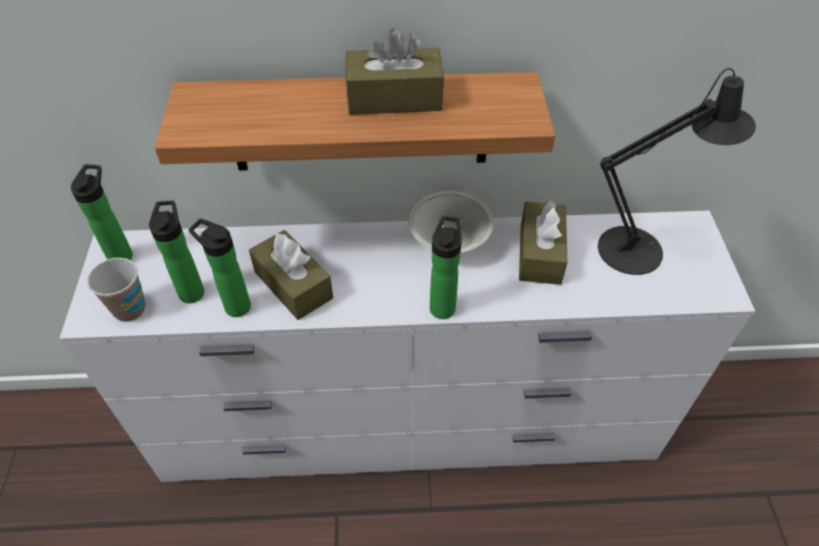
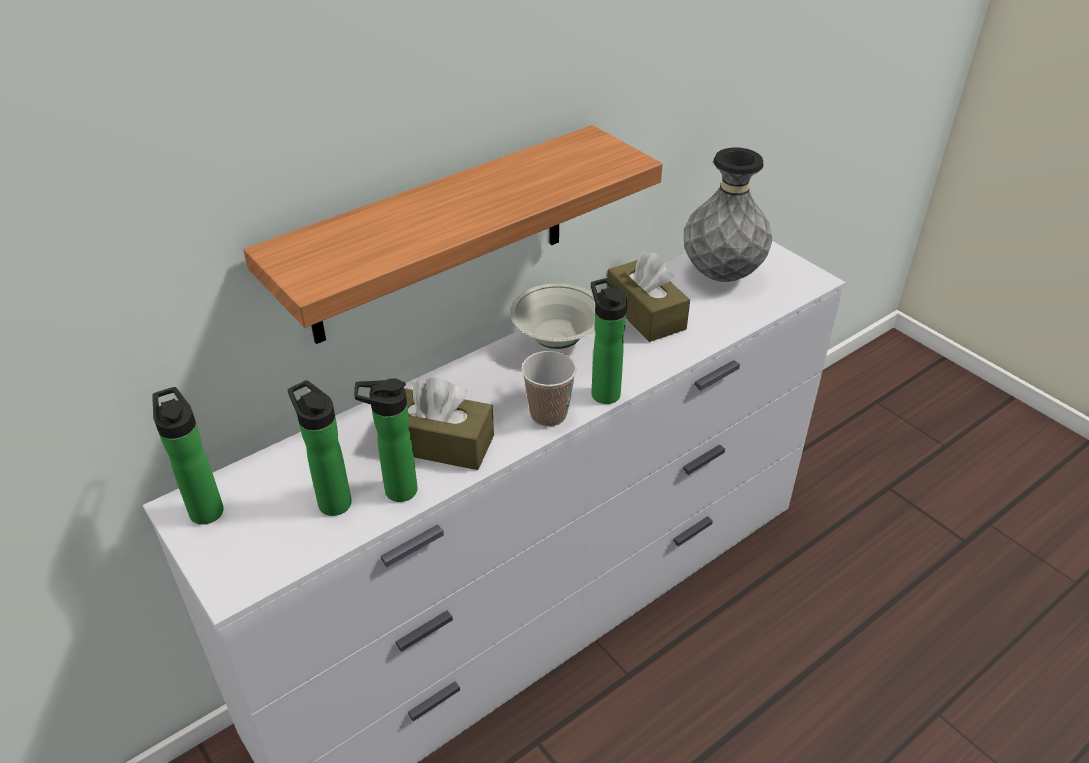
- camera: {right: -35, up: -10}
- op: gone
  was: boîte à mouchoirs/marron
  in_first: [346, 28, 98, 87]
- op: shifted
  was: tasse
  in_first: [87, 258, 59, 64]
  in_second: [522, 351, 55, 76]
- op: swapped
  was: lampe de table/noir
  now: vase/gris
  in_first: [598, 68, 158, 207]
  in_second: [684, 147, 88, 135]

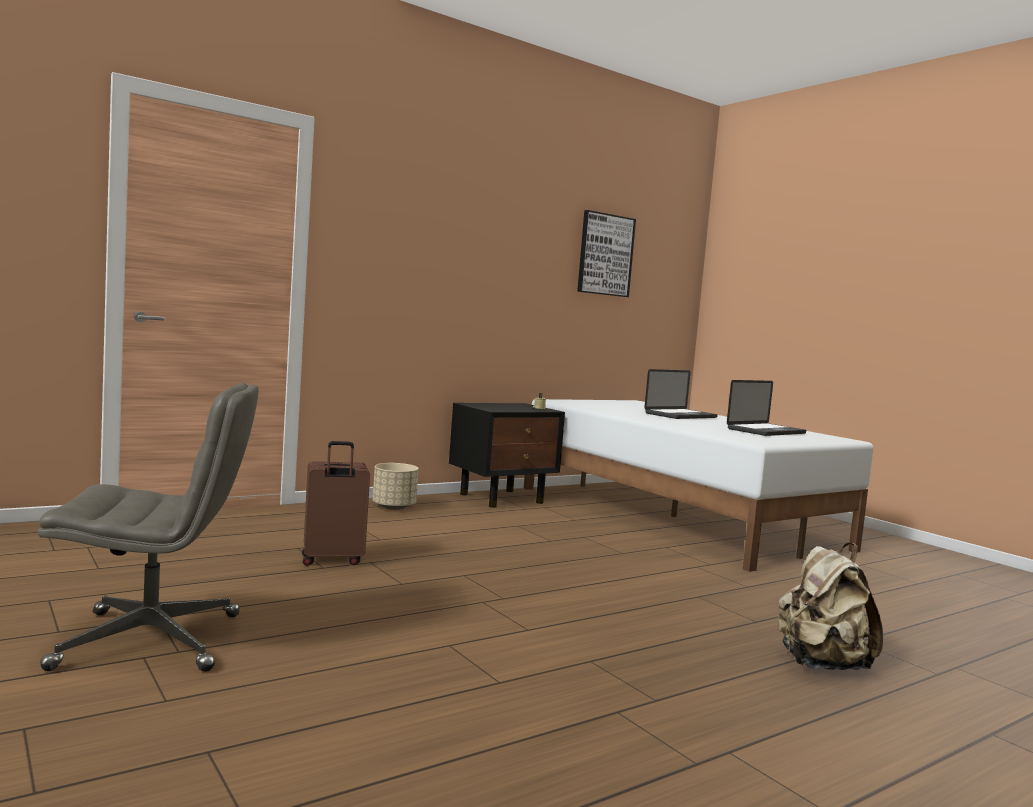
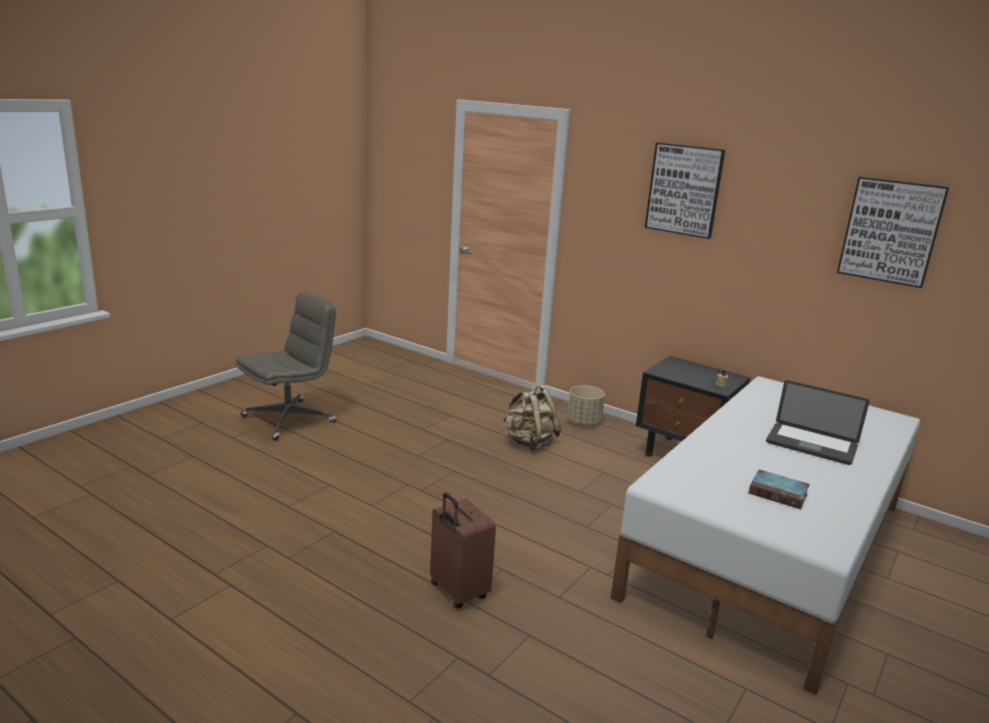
- camera: {right: 70, up: 15}
- op: new
  now: tableau
  in_second: [645, 142, 80, 97]
- op: shifted
  was: valise/marron
  in_first: [302, 441, 68, 125]
  in_second: [430, 492, 66, 116]
- op: shifted
  was: sac à dos/beige
  in_first: [778, 543, 105, 127]
  in_second: [503, 385, 58, 66]
- op: swapped
  was: ordinateur portable
  now: livre
  in_first: [727, 380, 79, 56]
  in_second: [749, 469, 61, 40]
- op: rotated
  was: chaise de bureau/gris
  in_first: [37, 383, 221, 289]
  in_second: [235, 293, 102, 147]
  clockwise: -105

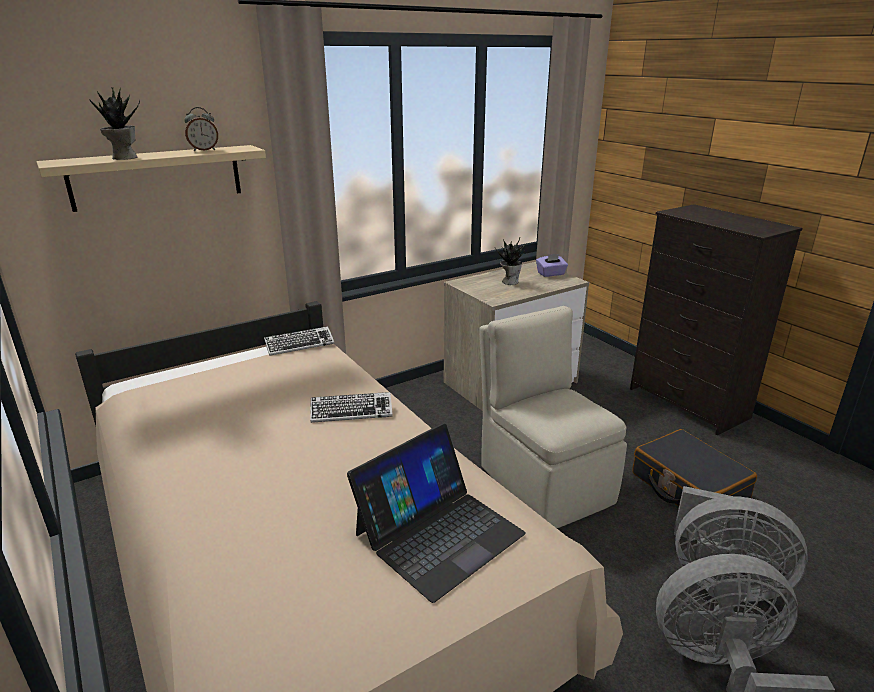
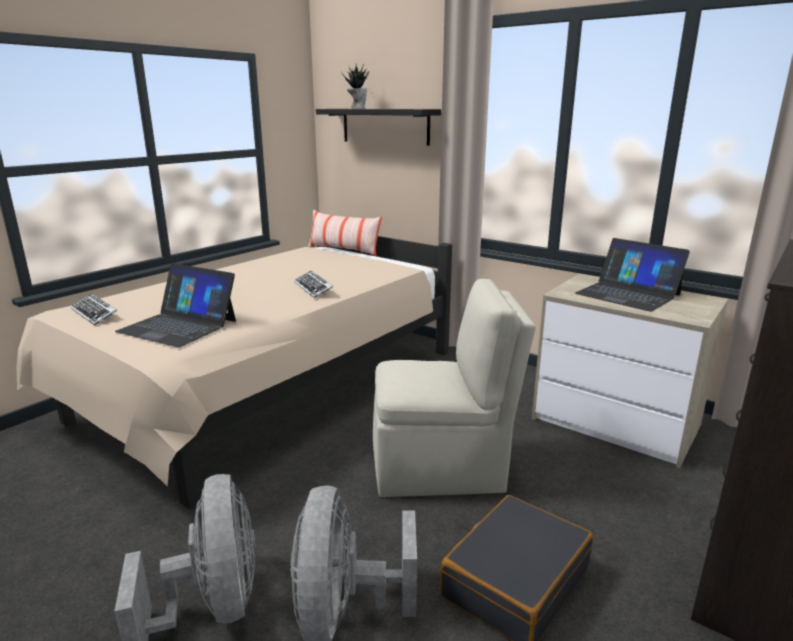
- camera: {right: 70, up: -5}
- op: gone
  was: réveil
  in_first: [184, 107, 34, 44]
- op: gone
  was: boîte à mouchoirs/violet
  in_first: [536, 254, 32, 23]
- op: new
  now: coussin
  in_second: [308, 210, 74, 46]
- op: shifted
  was: clavier
  in_first: [264, 326, 71, 30]
  in_second: [71, 294, 46, 32]
- op: swapped
  was: plante en pot
  now: ordinateur portable
  in_first: [495, 238, 30, 47]
  in_second: [575, 238, 115, 74]
- op: repainted
  was: étagère/beige
  now: étagère/noir
  in_first: [36, 145, 230, 67]
  in_second: [316, 109, 125, 36]
- op: rotated
  was: chaise/beige
  in_first: [479, 306, 148, 222]
  in_second: [373, 279, 163, 218]
  clockwise: 45

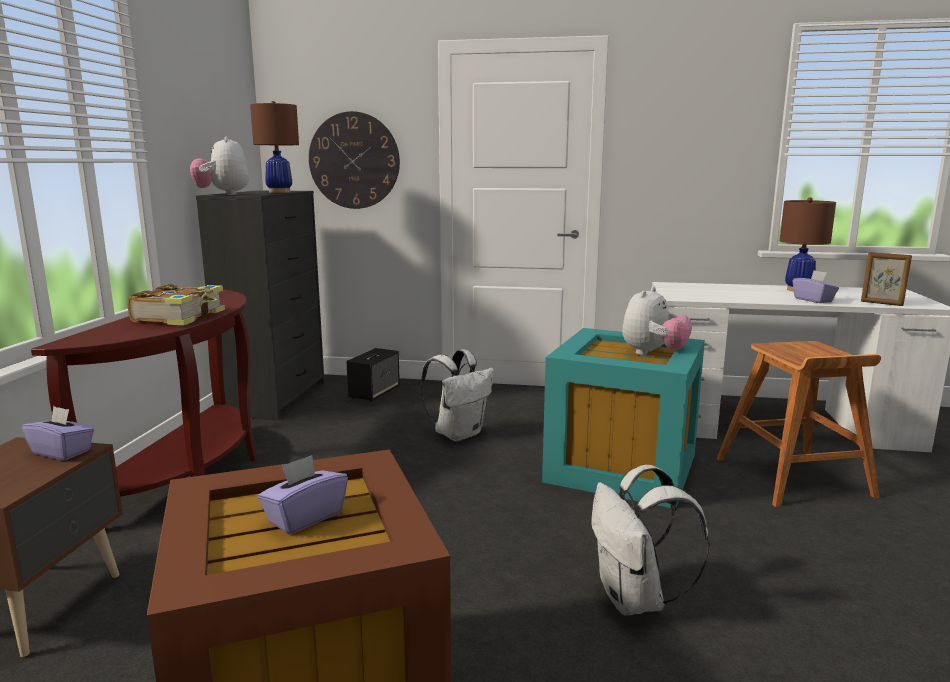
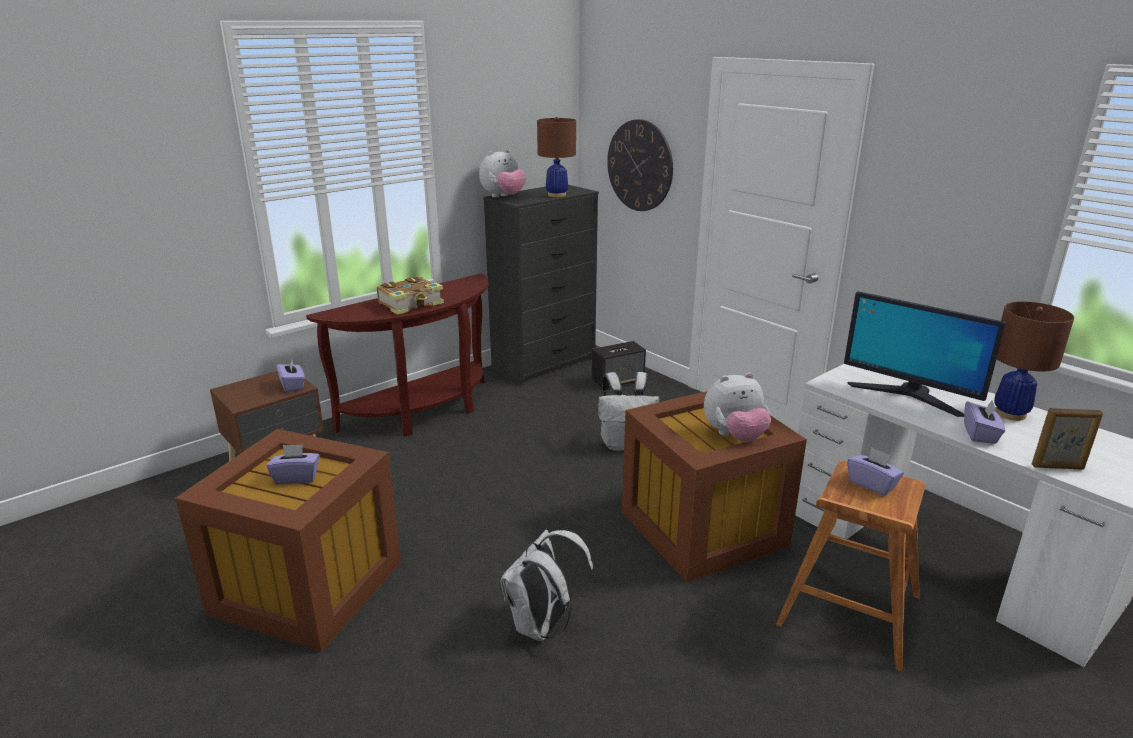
- camera: {right: 40, up: 10}
- op: new
  now: écran d'ordinateur
  in_second: [844, 291, 162, 126]
- op: new
  now: boîte à mouchoirs/violet
  in_second: [847, 448, 57, 48]
- op: repainted
  was: boîte de rangement/turquoise
  now: boîte de rangement/marron
  in_first: [542, 328, 163, 180]
  in_second: [622, 391, 185, 192]
- op: rotated
  was: peluche
  in_first: [190, 137, 59, 58]
  in_second: [479, 149, 47, 49]
  clockwise: -150
- op: rotated
  was: cadre photo
  in_first: [861, 252, 51, 54]
  in_second: [1032, 408, 71, 62]
  clockwise: -75

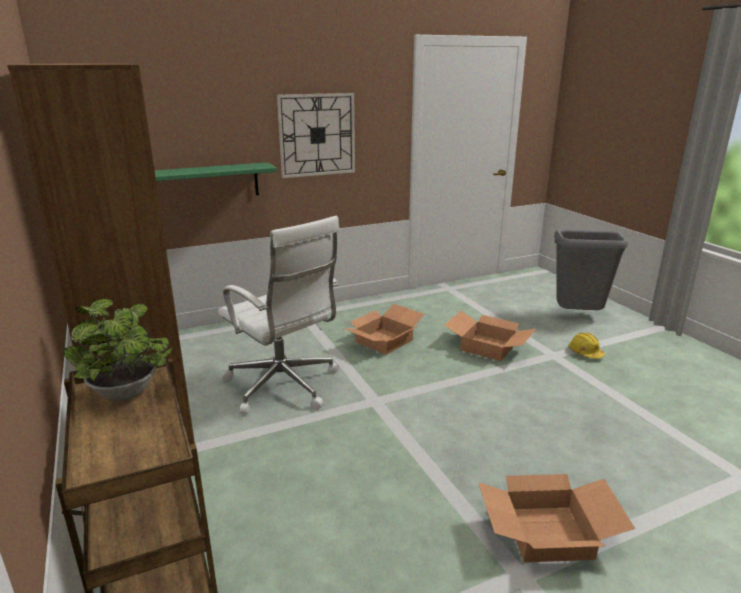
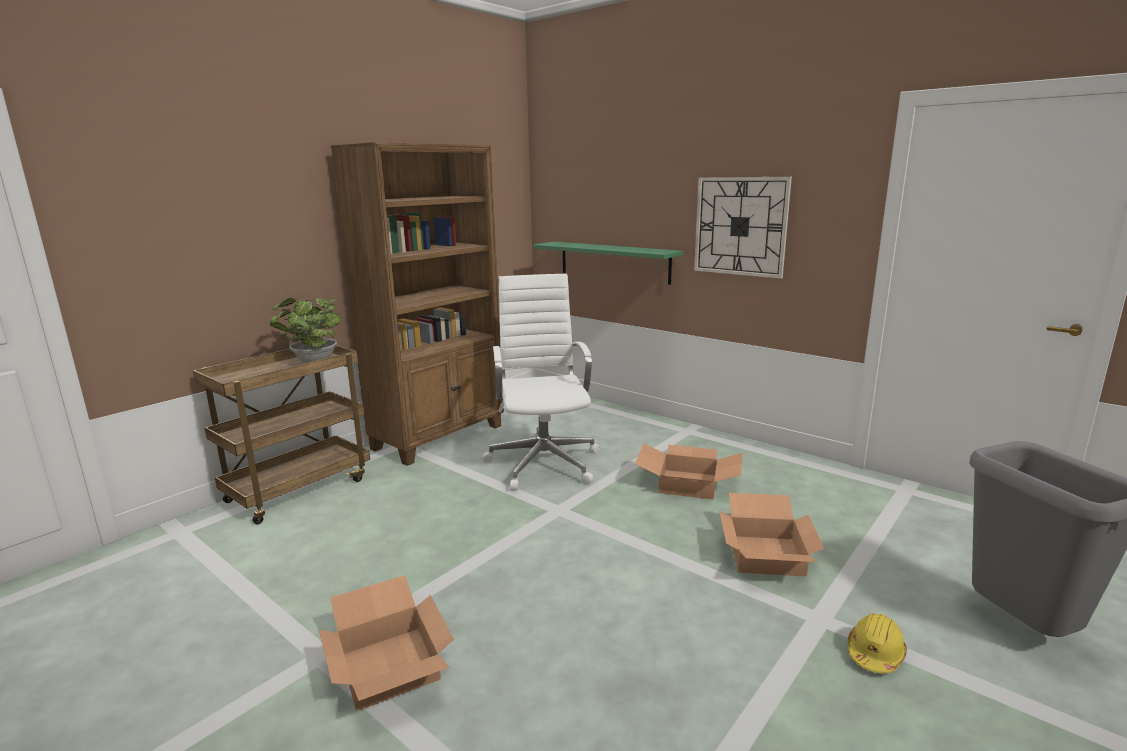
- camera: {right: 65, up: -5}
- op: rotated
  was: chaise de bureau/blanc
  in_first: [218, 216, 122, 198]
  in_second: [483, 274, 117, 217]
  clockwise: 150

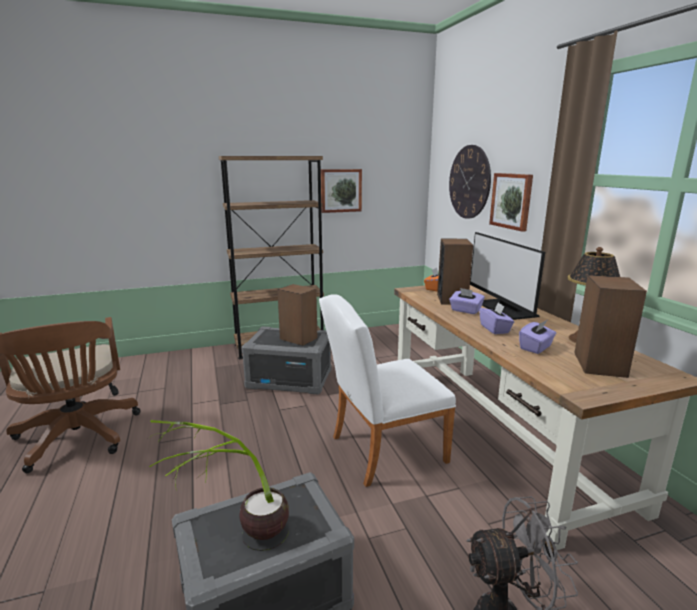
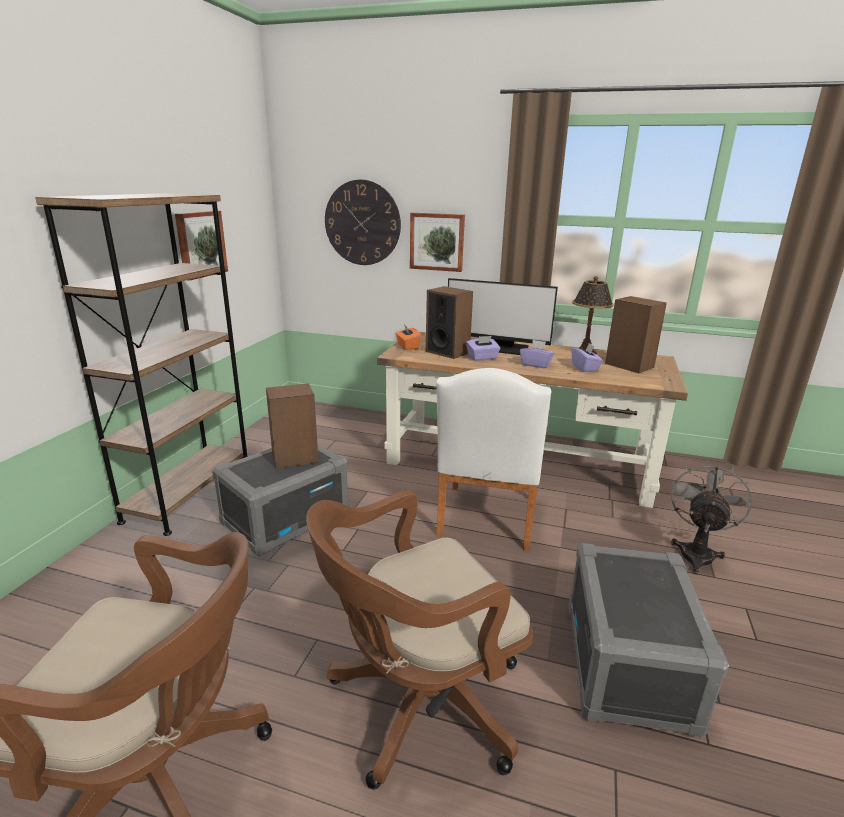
- camera: {right: -55, up: 5}
- op: gone
  was: plante en pot
  in_first: [149, 420, 140, 131]
- op: new
  now: chaise de bureau/marron
  in_second: [306, 490, 227, 300]

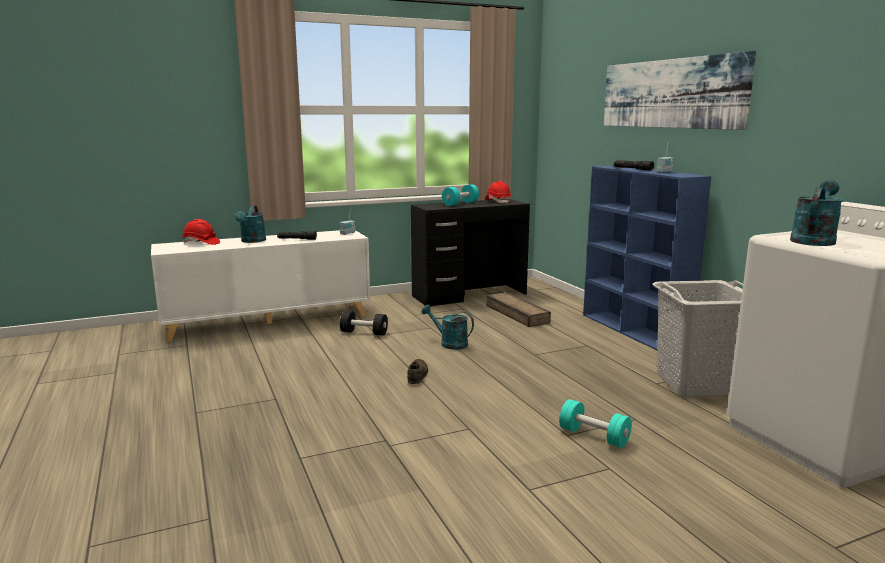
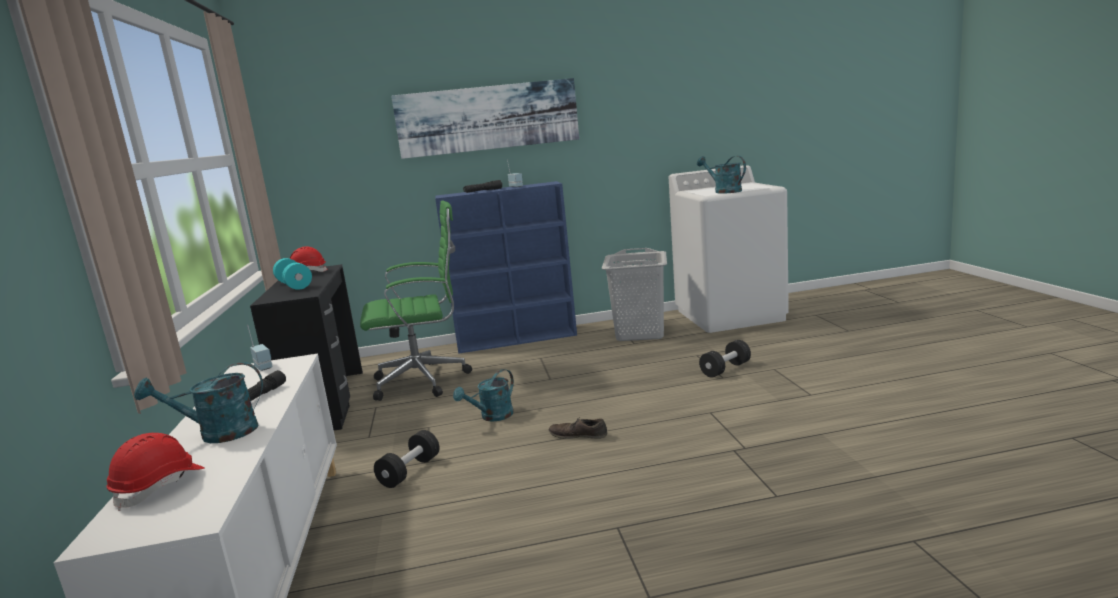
- camera: {right: -75, up: 0}
- op: swapped
  was: caisse
  now: chaise de bureau/vert
  in_first: [486, 292, 65, 35]
  in_second: [360, 200, 112, 201]
- op: repainted
  was: haltère/turquoise
  now: haltère/noir
  in_first: [559, 399, 73, 49]
  in_second: [699, 340, 52, 38]
- op: rotated
  was: arrosoir/turquoise
  in_first: [235, 205, 31, 38]
  in_second: [134, 362, 129, 81]
  clockwise: 150

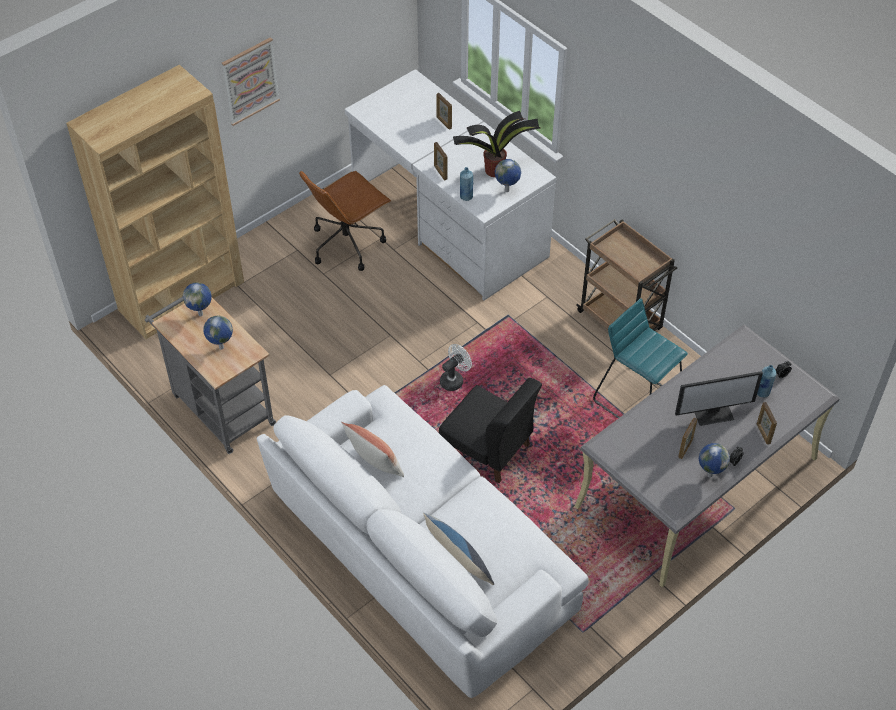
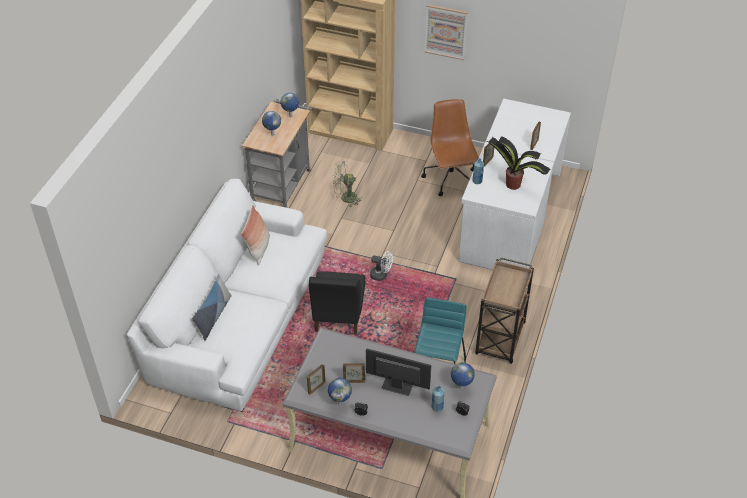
- camera: {right: 60, up: -5}
- op: new
  now: ventilateur/vert
  in_second: [333, 161, 30, 46]
- op: shifted
  was: globe
  in_first: [495, 159, 26, 33]
  in_second: [451, 362, 24, 28]
- op: shifted
  was: cadre photo
  in_first: [757, 402, 20, 43]
  in_second: [307, 364, 18, 31]
- op: rotated
  was: chaise de bureau/marron
  in_first: [299, 171, 92, 100]
  in_second: [421, 99, 58, 97]
  clockwise: 60
- op: rotated
  was: écran d'ordinateur
  in_first: [675, 371, 88, 55]
  in_second: [366, 348, 65, 48]
  clockwise: 150

